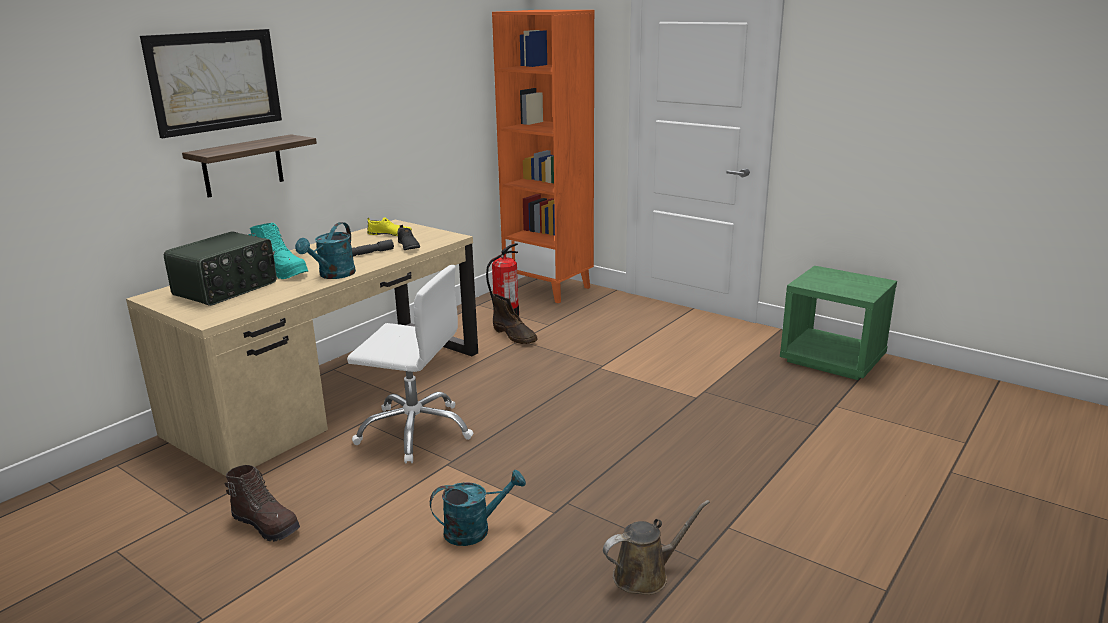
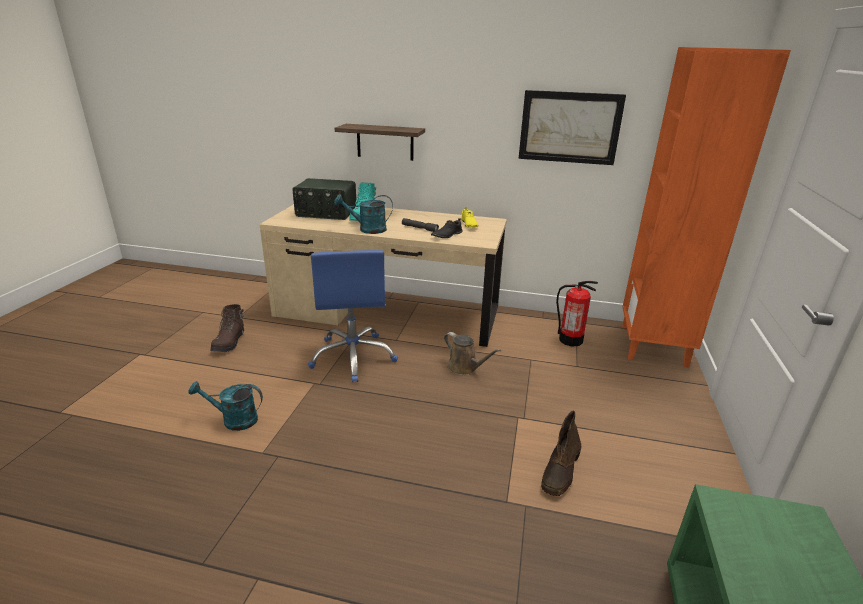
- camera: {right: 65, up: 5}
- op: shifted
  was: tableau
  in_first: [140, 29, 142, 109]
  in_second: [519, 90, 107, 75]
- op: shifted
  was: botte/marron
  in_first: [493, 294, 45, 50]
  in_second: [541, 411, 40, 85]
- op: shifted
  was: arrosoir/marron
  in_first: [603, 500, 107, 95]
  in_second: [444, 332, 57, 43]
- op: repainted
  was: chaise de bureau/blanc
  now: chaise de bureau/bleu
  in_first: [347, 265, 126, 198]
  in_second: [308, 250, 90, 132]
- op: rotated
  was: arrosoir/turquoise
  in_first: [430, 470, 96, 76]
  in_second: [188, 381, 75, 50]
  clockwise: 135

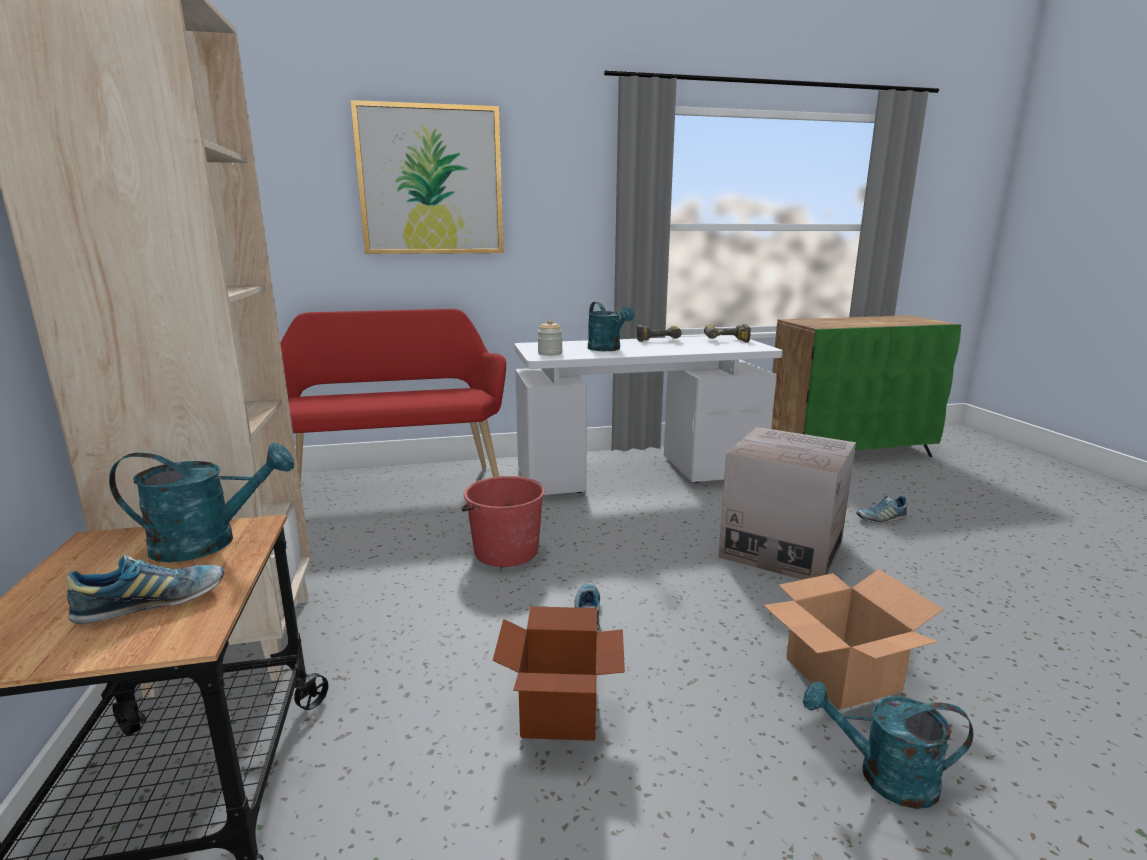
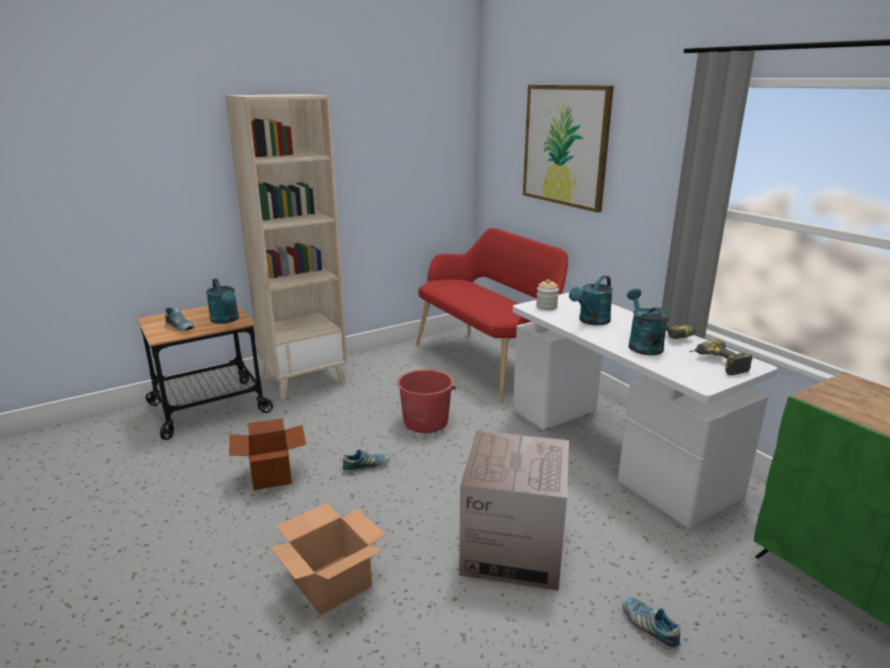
- camera: {right: 70, up: 5}
- op: shifted
  was: arrosoir/turquoise
  in_first: [803, 682, 171, 127]
  in_second: [627, 289, 42, 66]

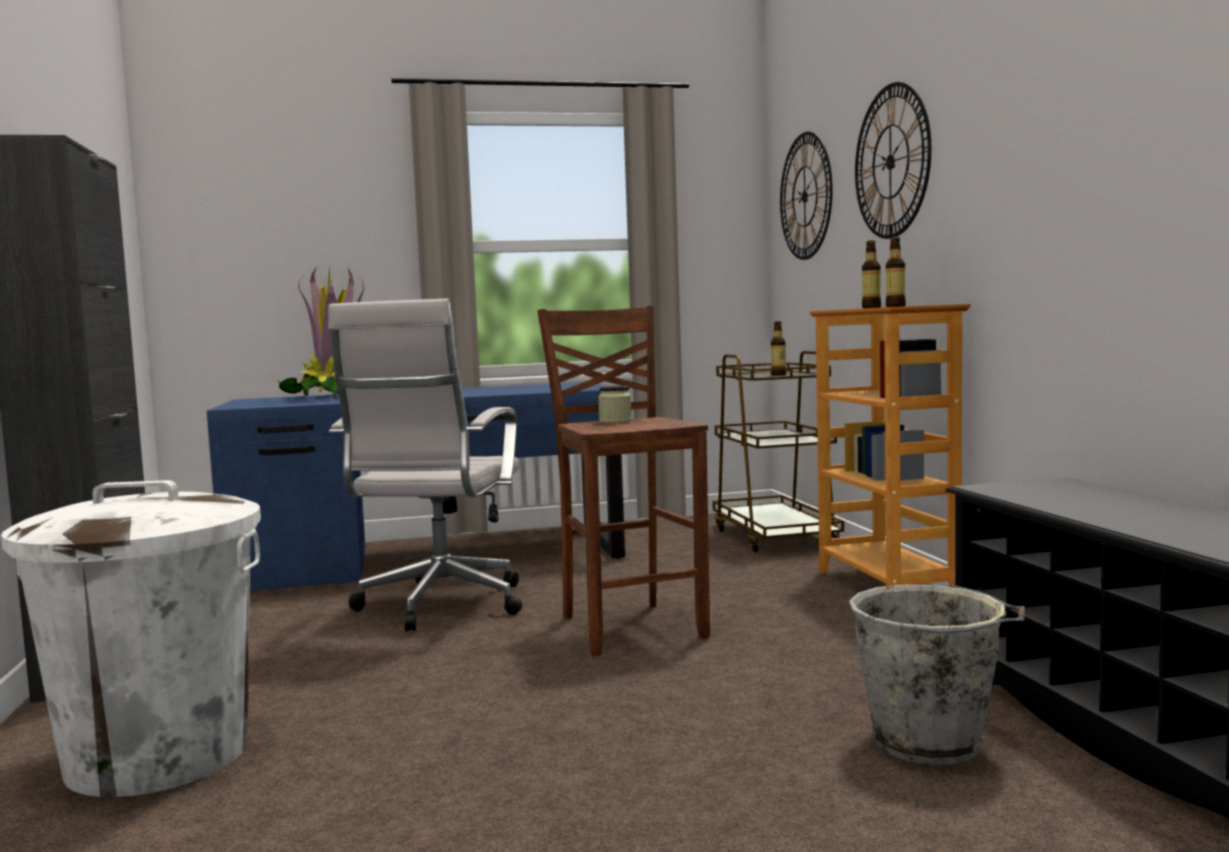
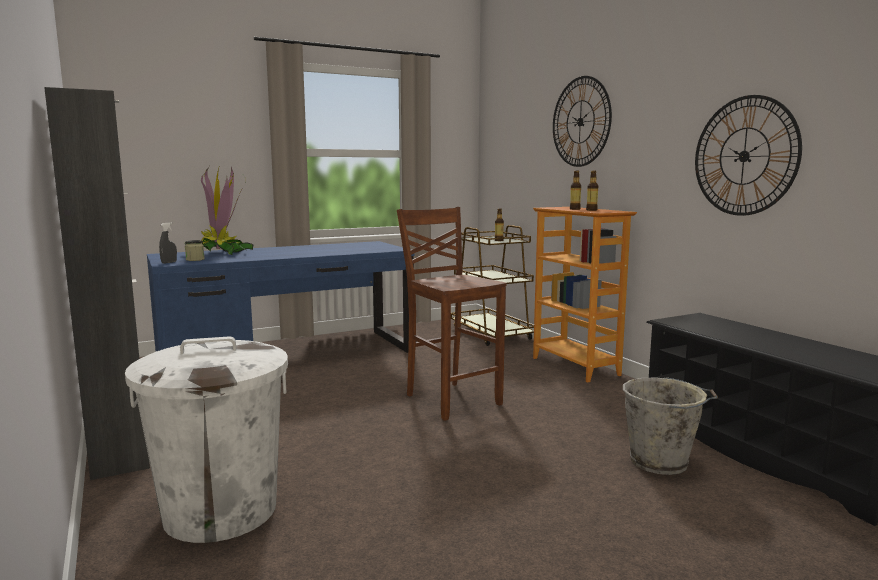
- camera: {right: -15, up: 5}
- op: gone
  was: chaise de bureau/blanc
  in_first: [328, 299, 194, 332]
- op: new
  now: vaporisateur/gris
  in_second: [159, 222, 18, 42]
- op: shifted
  was: bocal
  in_first: [598, 386, 34, 37]
  in_second: [185, 240, 20, 21]
- op: shifted
  was: horloge murale
  in_first: [780, 131, 53, 129]
  in_second: [695, 95, 107, 121]

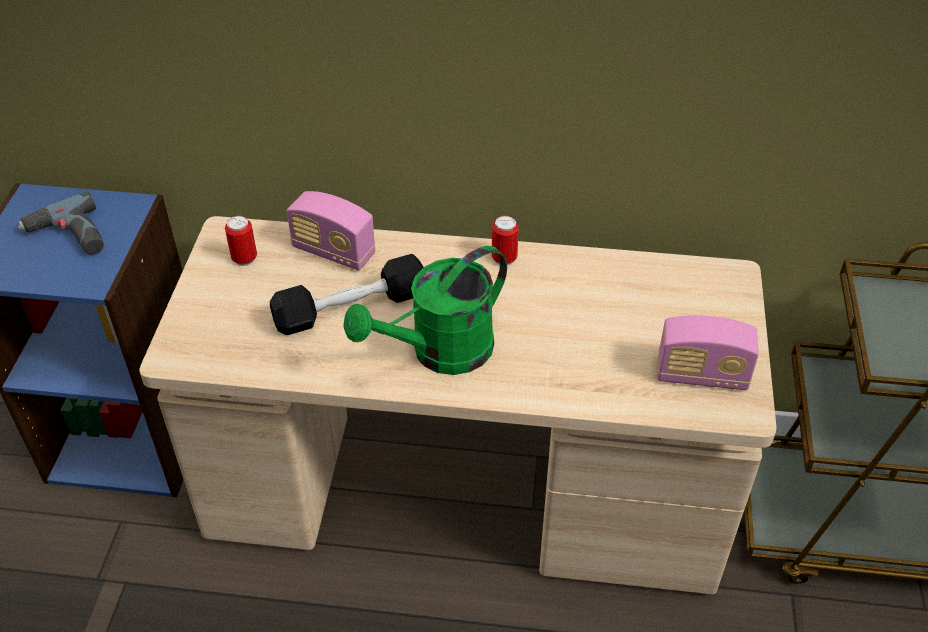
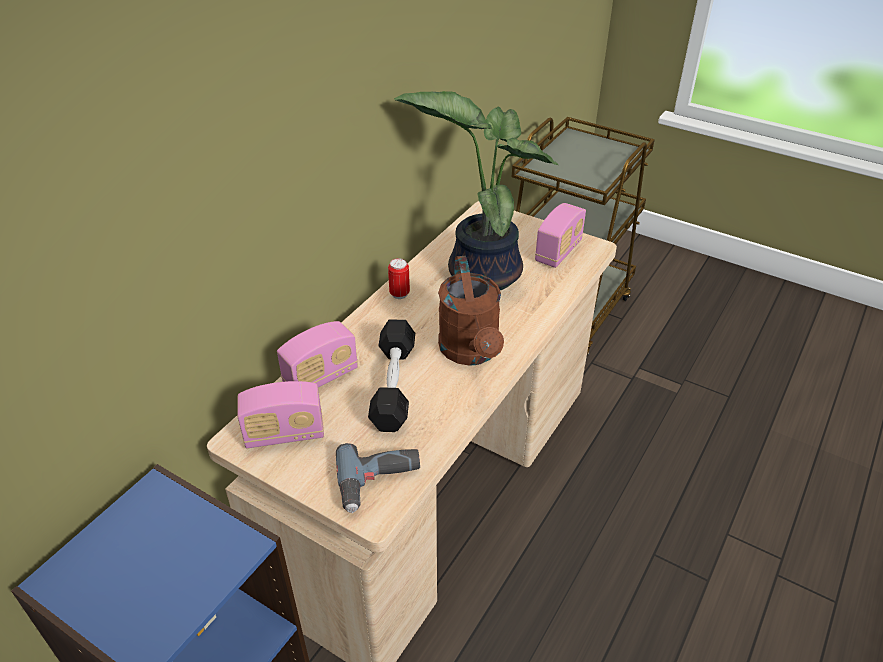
- camera: {right: -65, up: -5}
- op: new
  now: plante en pot
  in_second: [394, 91, 165, 199]
- op: shifted
  was: perceuse
  in_first: [18, 191, 86, 64]
  in_second: [336, 443, 84, 70]
- op: swapped
  was: boîte métallique
  now: radio
  in_first: [225, 216, 32, 50]
  in_second: [237, 381, 87, 67]
- op: repainted
  was: arrosoir/vert
  now: arrosoir/marron
  in_first: [343, 246, 164, 129]
  in_second: [438, 256, 66, 110]

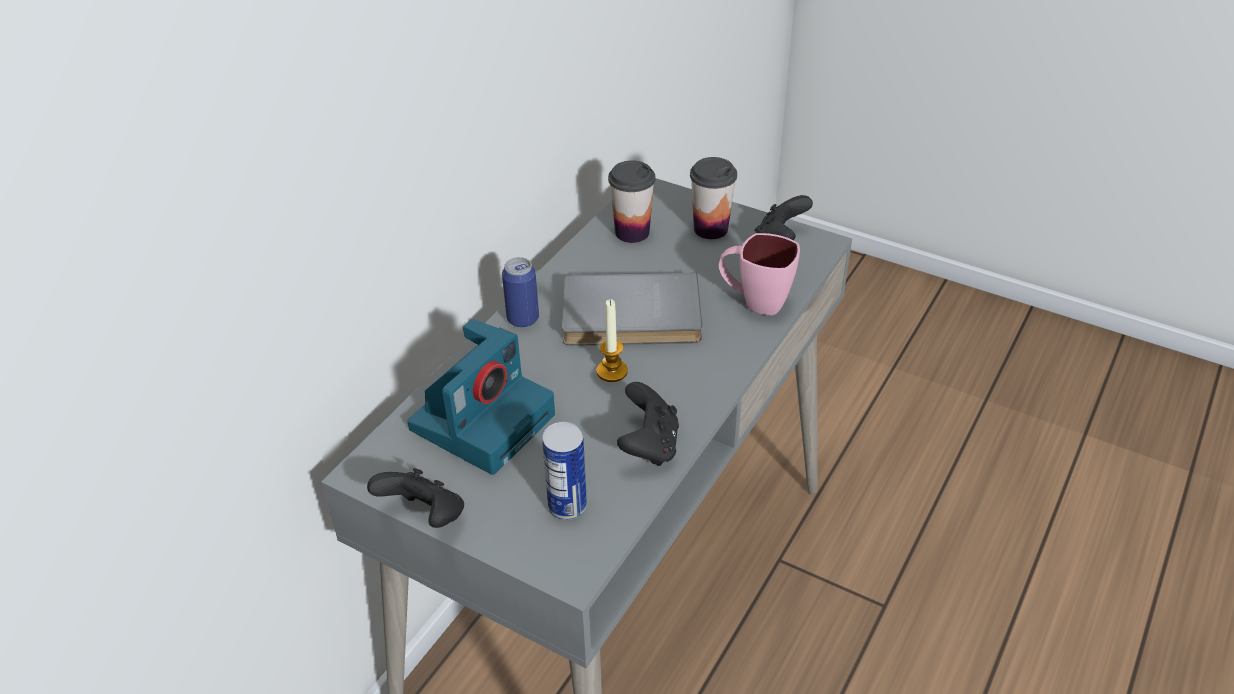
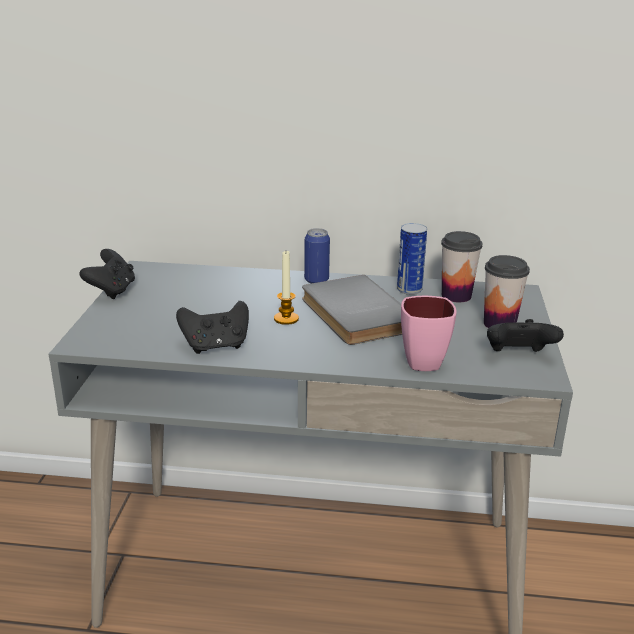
- camera: {right: 65, up: -15}
- op: gone
  was: appareil photo
  in_first: [407, 319, 148, 156]
- op: shifted
  was: boîte métallique
  in_first: [542, 422, 45, 98]
  in_second: [397, 223, 30, 72]

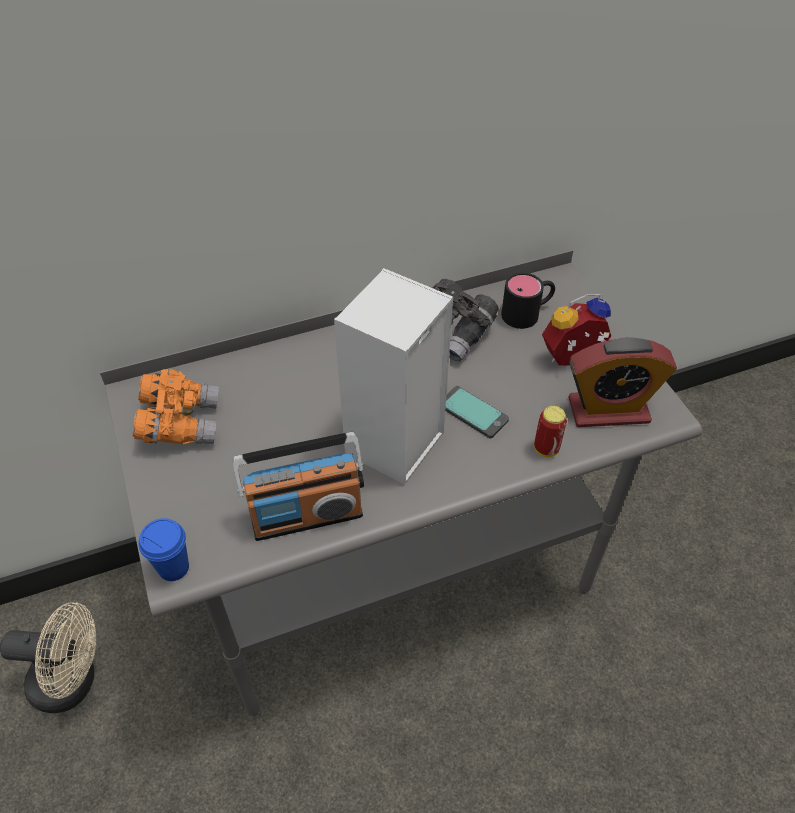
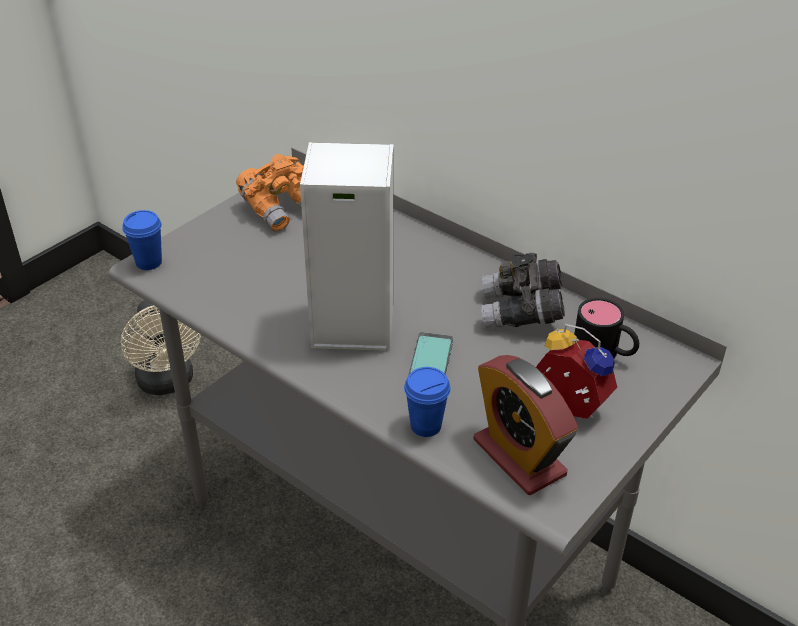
- camera: {right: 60, up: -10}
- op: gone
  was: radio
  in_first: [233, 432, 131, 109]
- op: swapped
  was: boîte métallique
  now: tasse/bleu
  in_first: [534, 406, 33, 51]
  in_second: [404, 367, 47, 70]

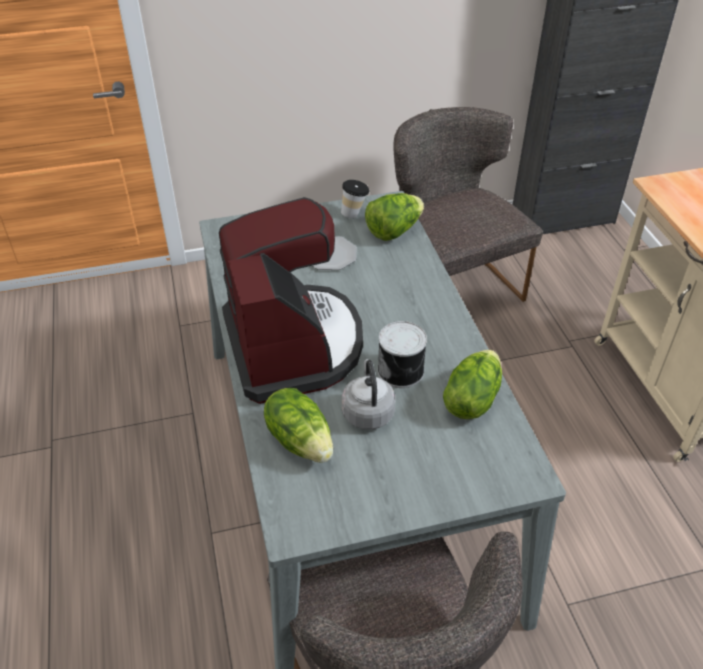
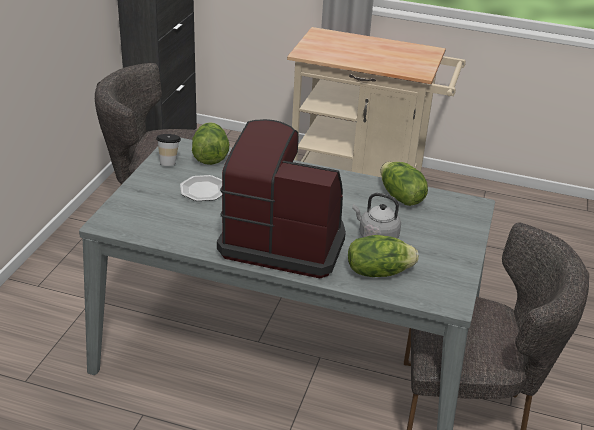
- camera: {right: -60, up: -10}
- op: gone
  was: boîte métallique
  in_first: [378, 321, 49, 67]

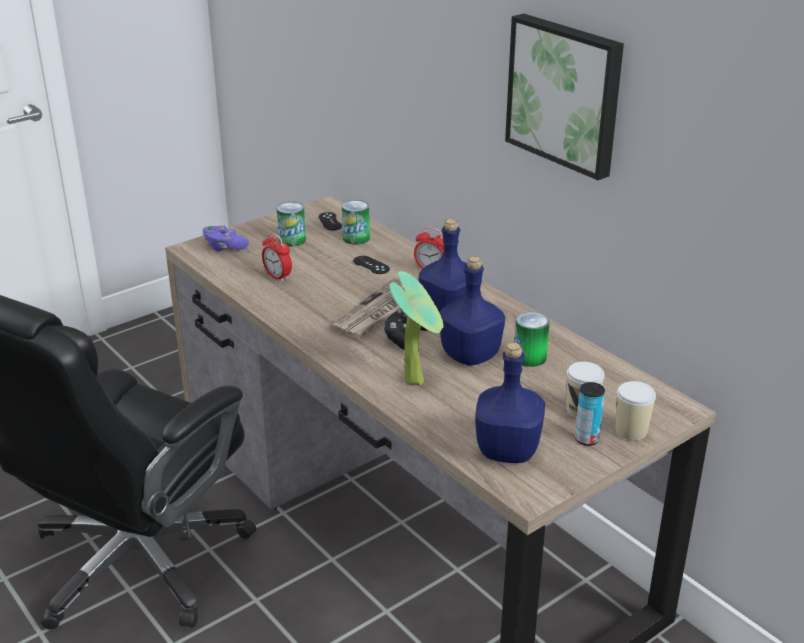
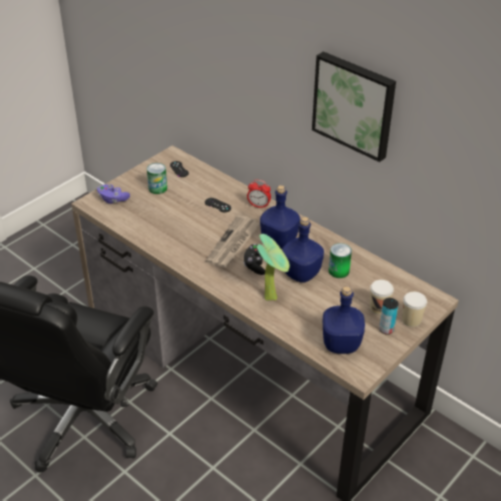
- camera: {right: -10, up: 10}
- op: gone
  was: réveil
  in_first: [262, 233, 30, 49]
- op: gone
  was: boîte métallique
  in_first: [342, 200, 28, 45]

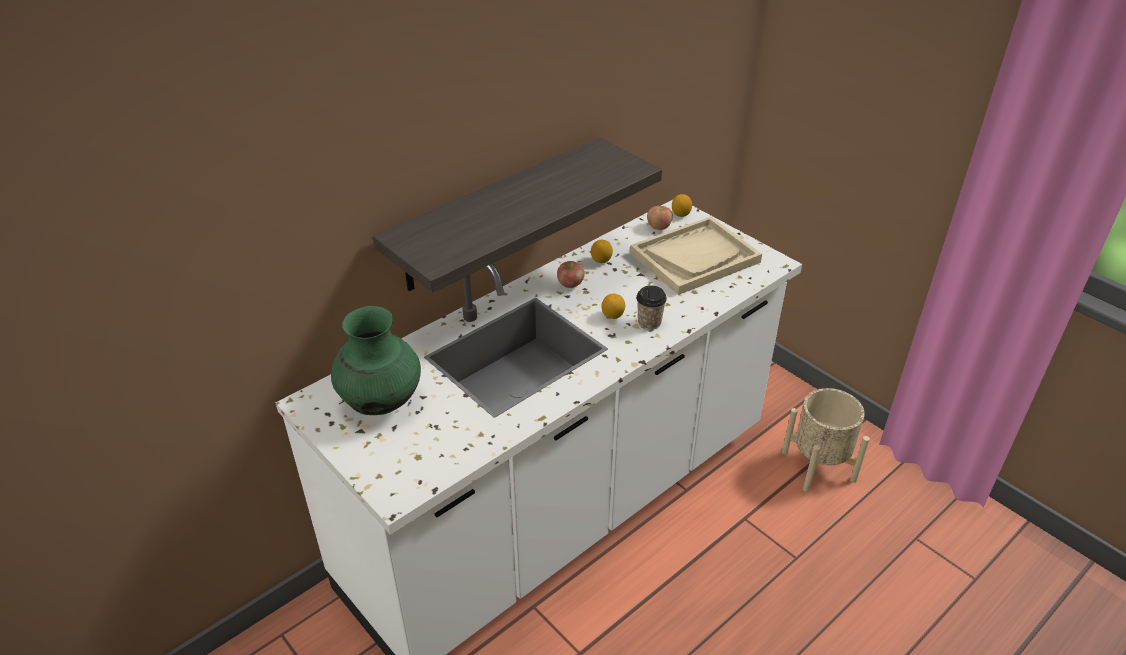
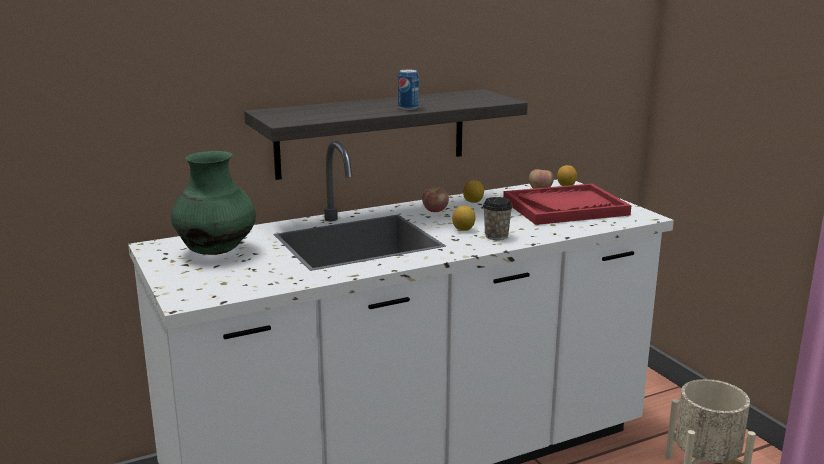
- camera: {right: 15, up: -20}
- op: new
  now: boîte métallique
  in_second: [398, 70, 21, 40]
- op: repainted
  was: plateau/beige
  now: plateau/rouge
  in_first: [630, 216, 132, 79]
  in_second: [503, 184, 128, 41]

